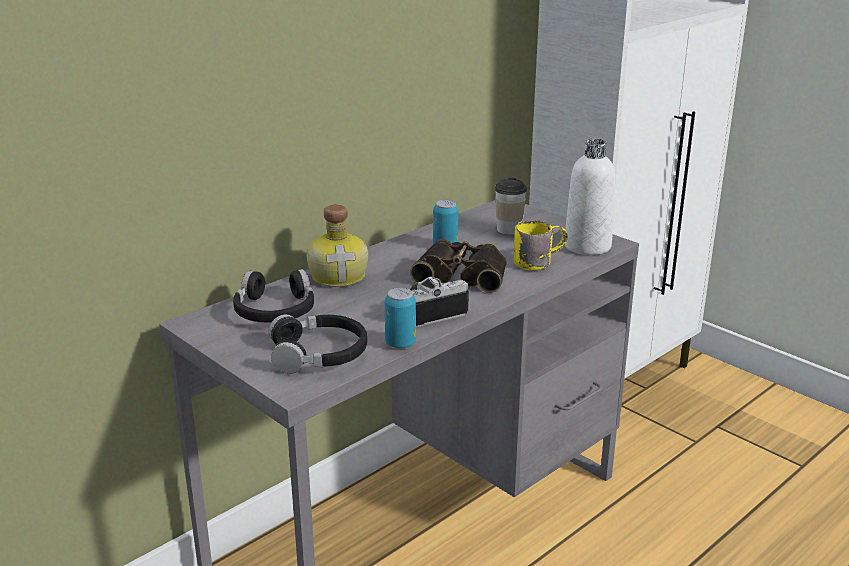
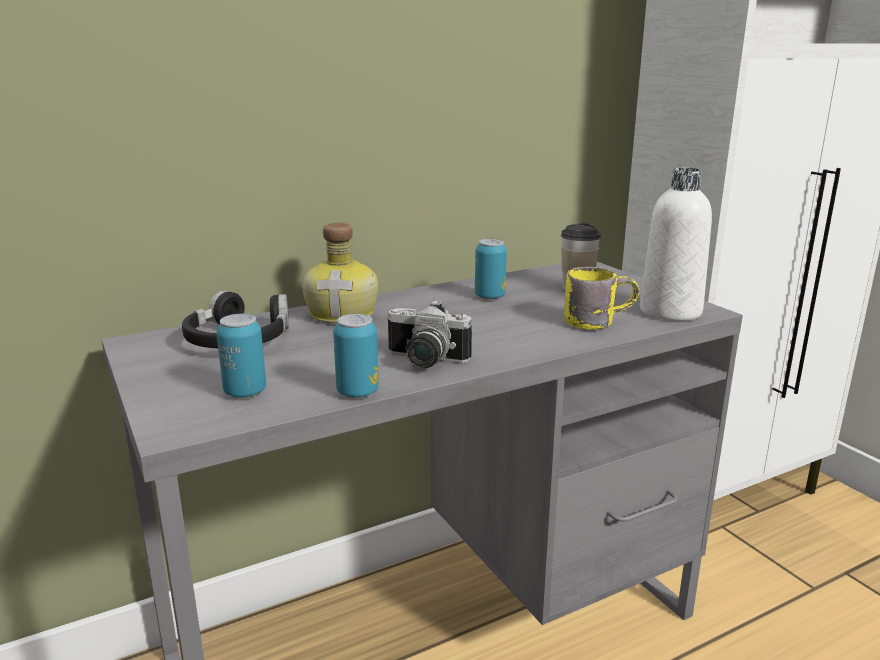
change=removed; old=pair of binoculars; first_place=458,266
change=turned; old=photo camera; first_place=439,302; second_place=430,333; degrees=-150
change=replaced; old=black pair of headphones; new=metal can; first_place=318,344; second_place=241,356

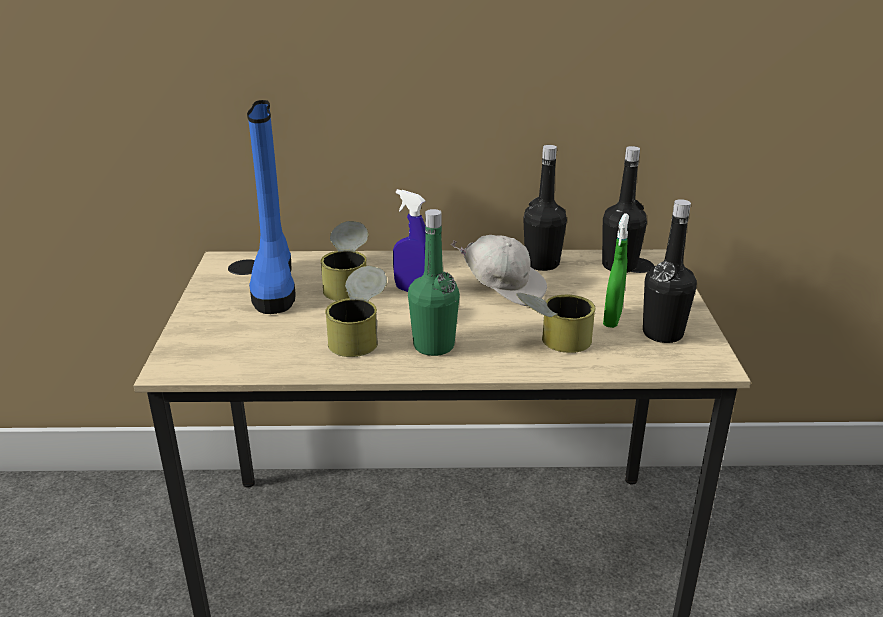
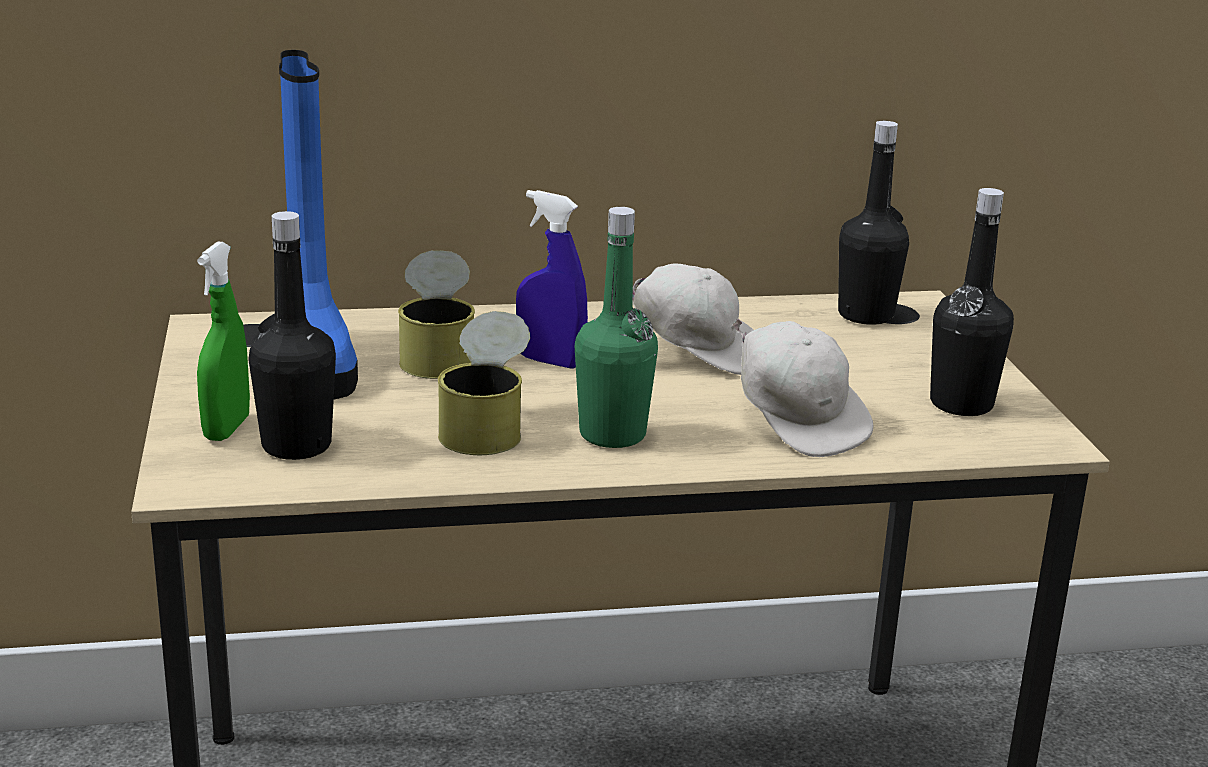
change=moved; old=black beverage bottle; first_place=545,208; second_place=292,335
change=moved; old=green sprayer; first_place=616,270; second_place=223,341
change=replaced; old=metal can; new=white-coloured peaked cap; first_place=555,323; second_place=802,387

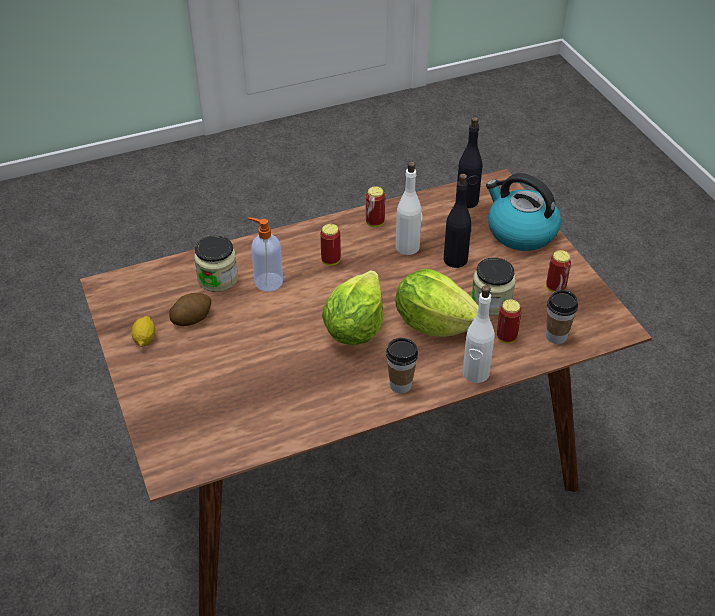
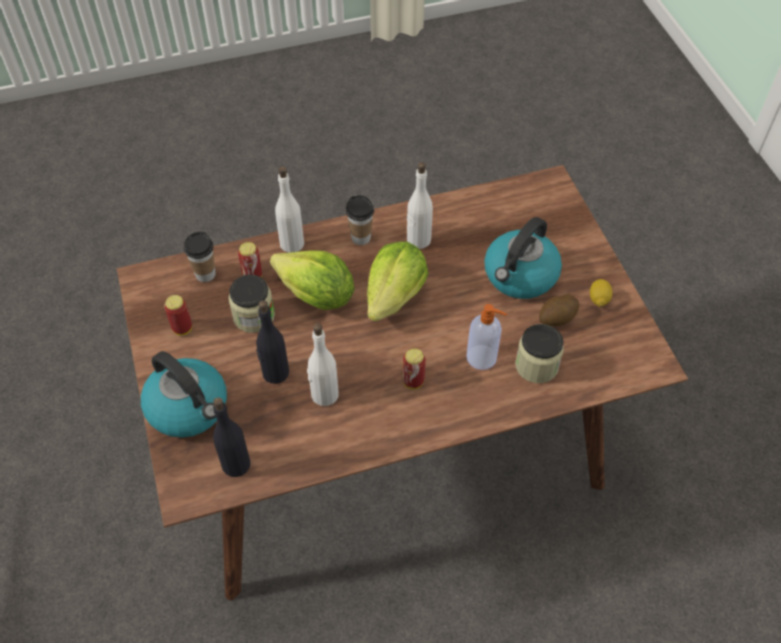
change=removed; old=metal can; first_place=375,206
change=added; new=white-coloured beverage bottle; second_place=420,205
change=added; new=tea kettle; second_place=523,258

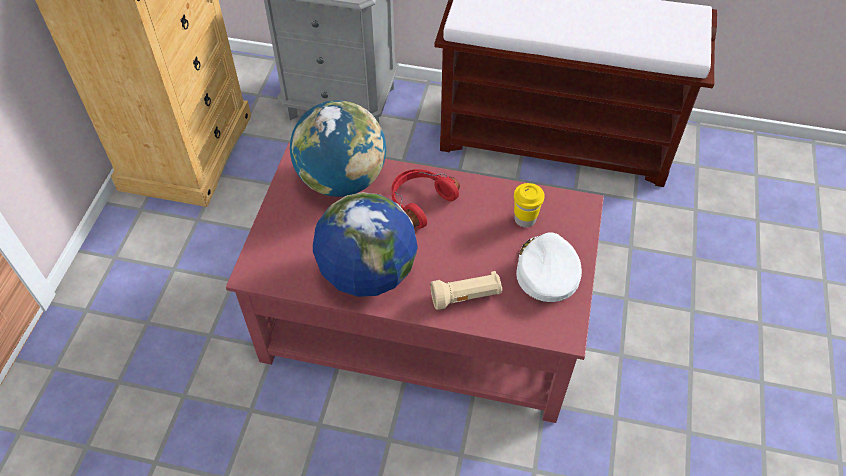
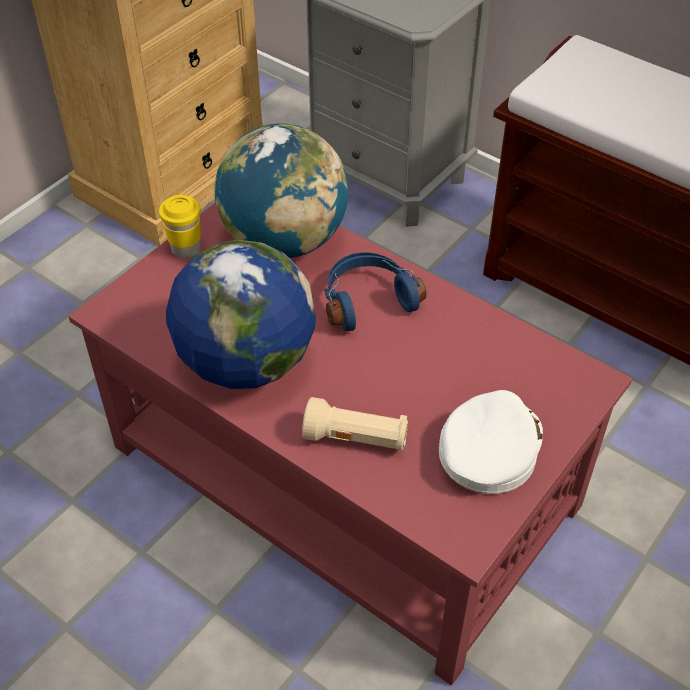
change=recoloured; old=red pair of headphones; new=blue pair of headphones; first_place=426,199; second_place=375,291
change=moved; old=yellow small cup; first_place=529,205; second_place=180,226

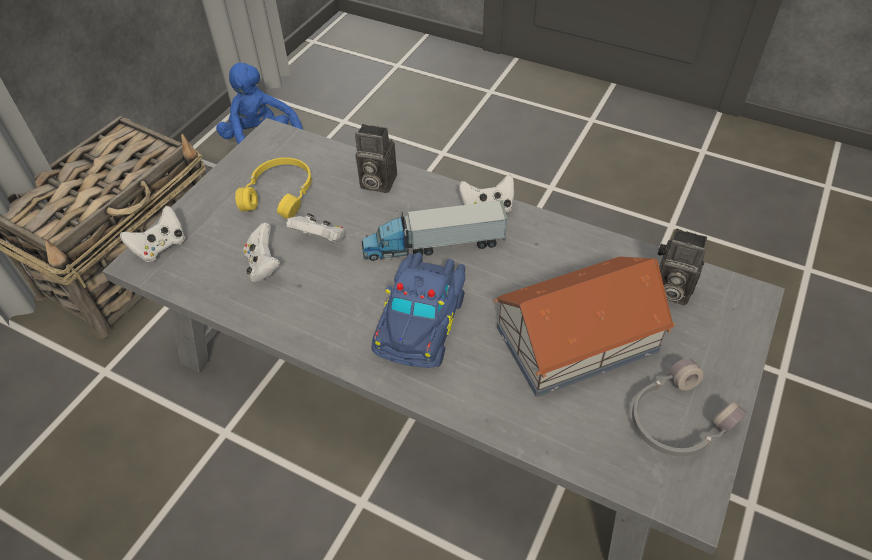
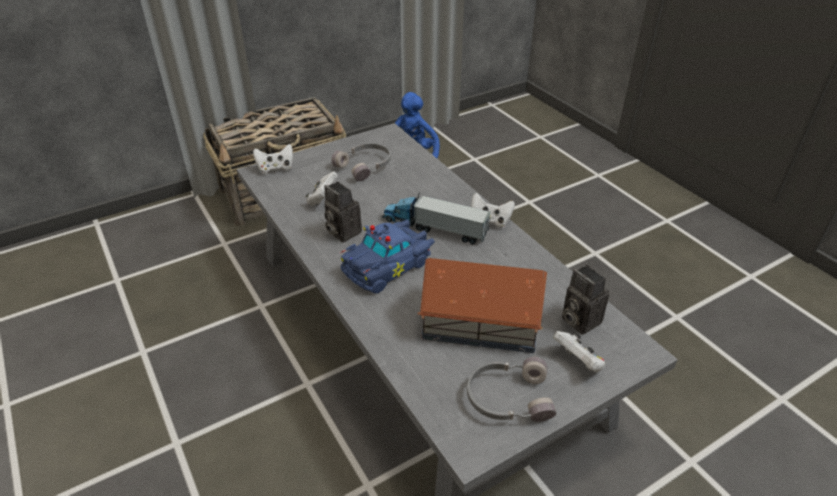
change=moved; old=photo camera; first_place=376,158; second_place=343,212
change=recoloured; old=yellow pair of headphones; new=grey pair of headphones; first_place=273,188; second_place=361,162
change=moved; old=white-coloured game controller; first_place=316,228; second_place=579,352

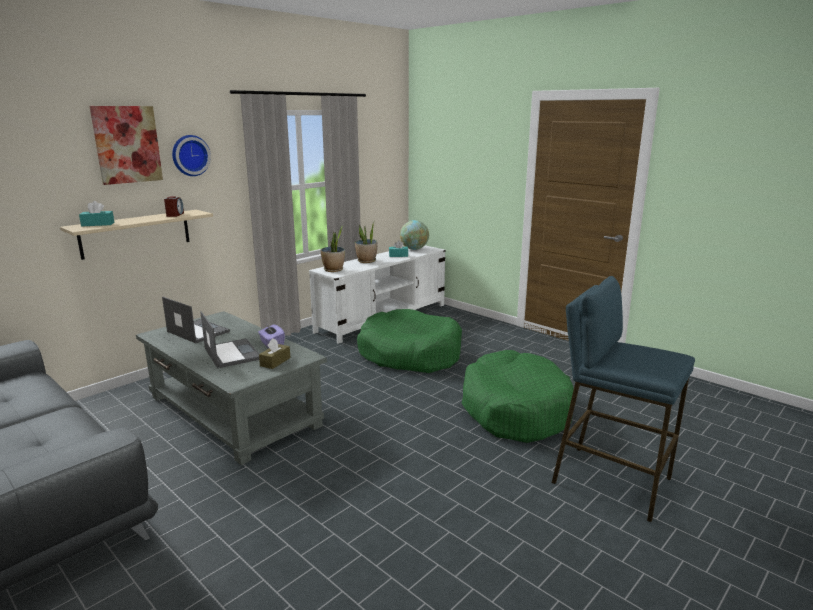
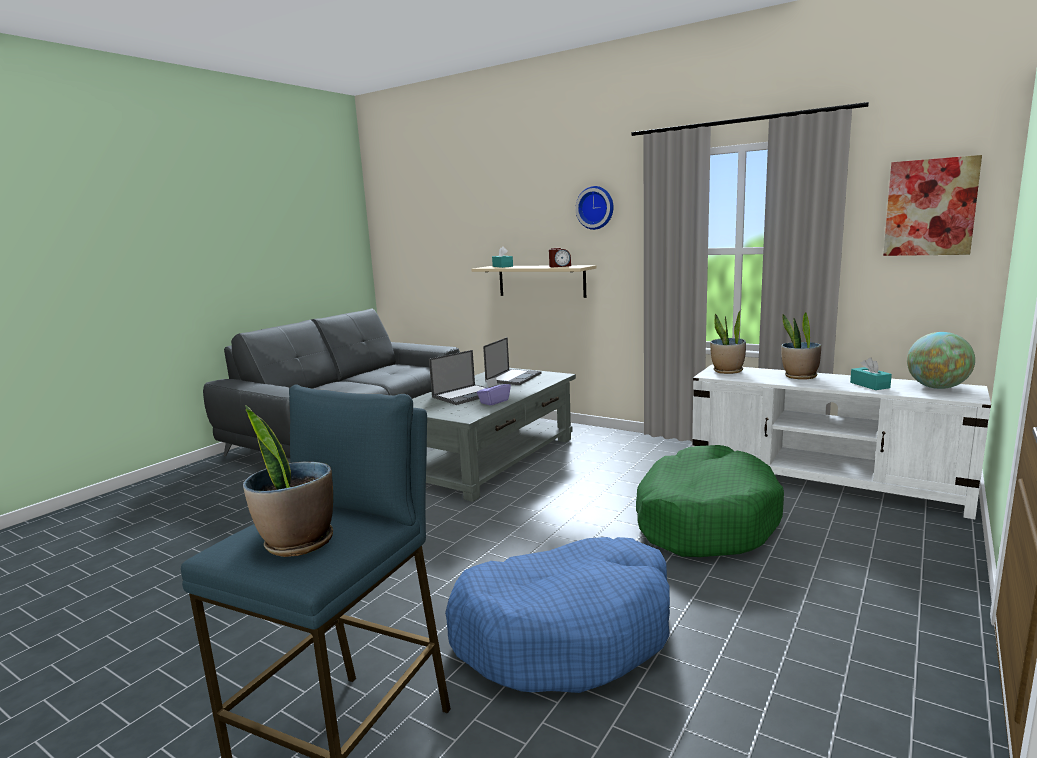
change=moved; old=wall art; first_place=126,145; second_place=932,205
change=removed; old=brown-coloured tissue holder; first_place=275,353
change=recoloured; old=green pet bed; new=blue pet bed; first_place=518,396; second_place=557,615
change=added; new=plant in a pot; second_place=288,481

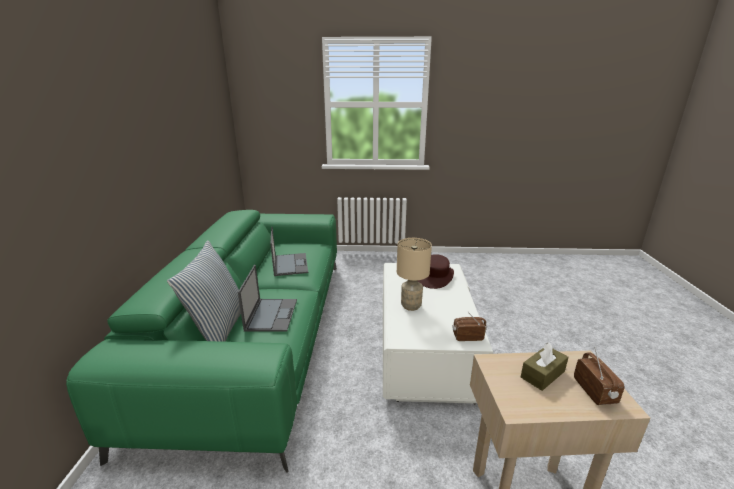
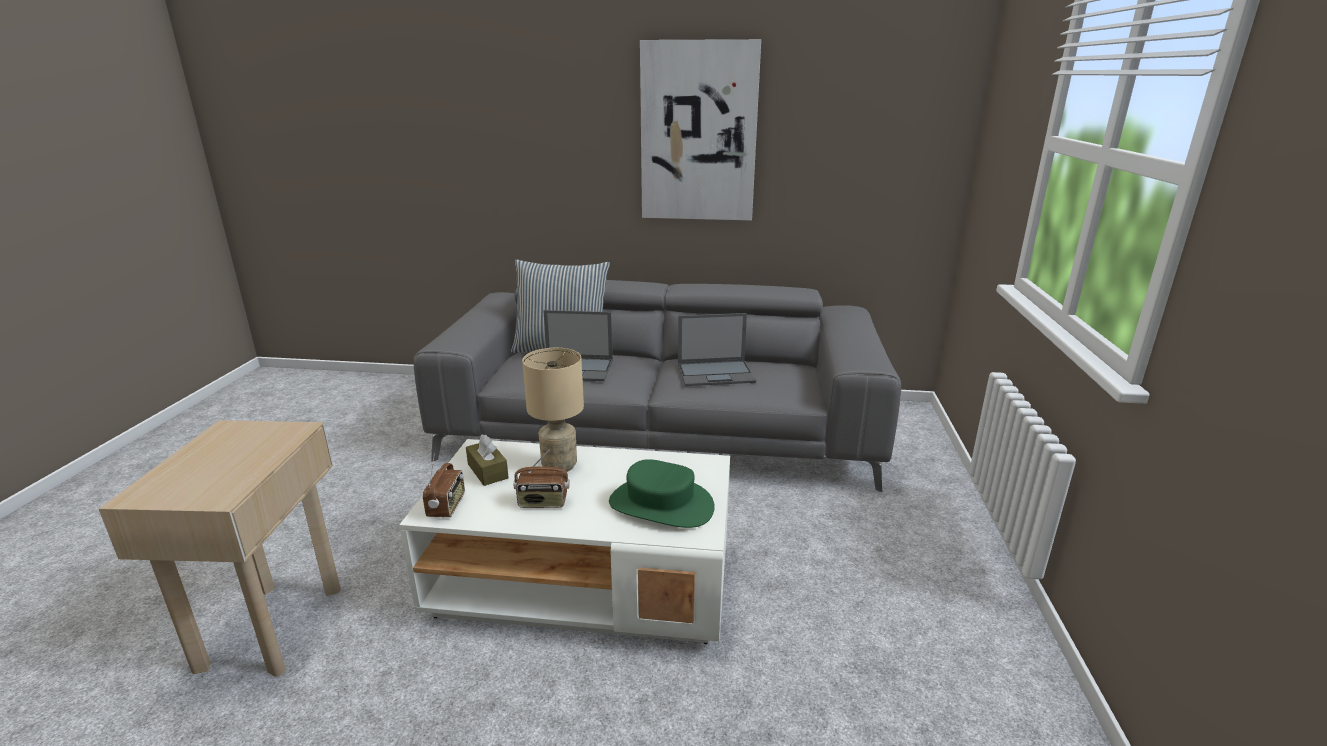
change=recoloured; old=green couch; new=grey couch; first_place=201,341; second_place=657,386
change=recoloured; old=brown-coloured hat; new=green hat; first_place=436,271; second_place=662,493
change=moved; old=brown-coloured tissue holder; first_place=545,367; second_place=487,460
change=moved; old=radio set; first_place=599,376; second_place=542,479
change=added; new=wall art; second_place=700,129

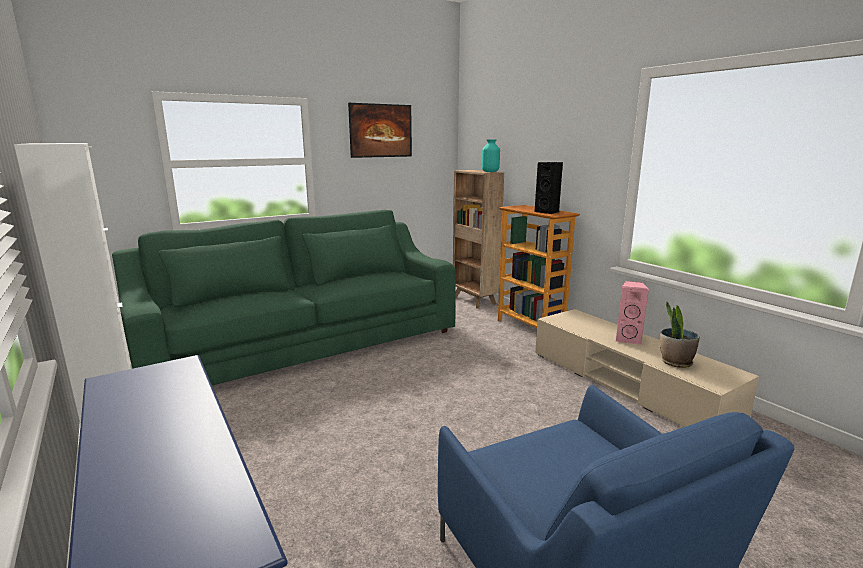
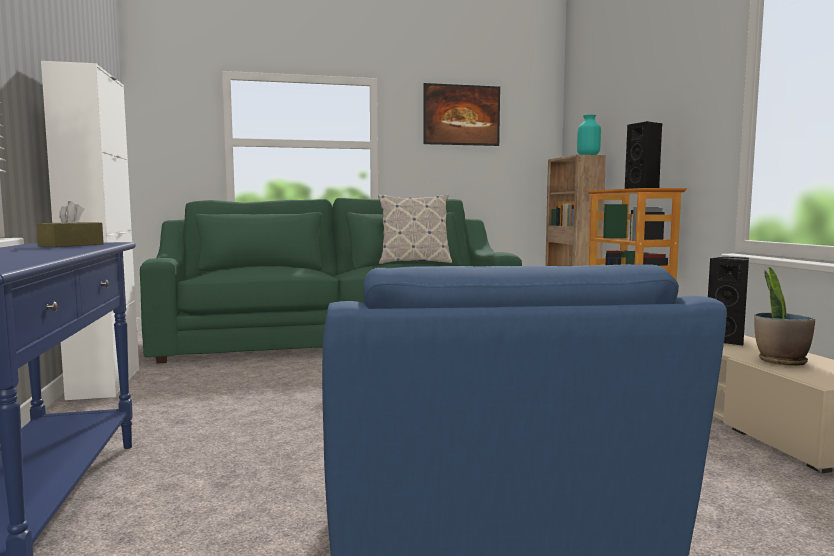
change=recoloured; old=pinkish audio speaker; new=black audio speaker; first_place=632,313; second_place=728,301
change=added; new=throw pillow; second_place=415,229
change=added; new=brown-coloured tissue holder; second_place=70,224

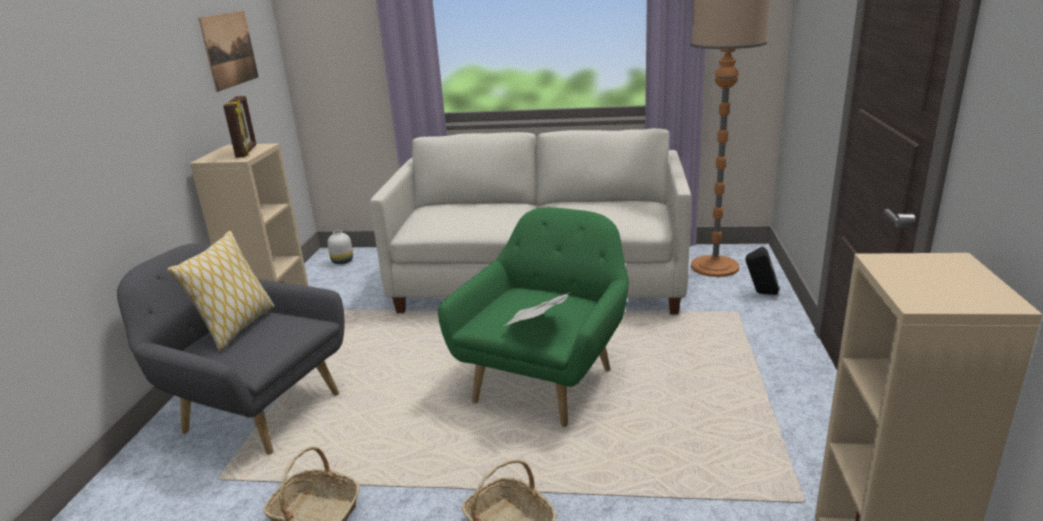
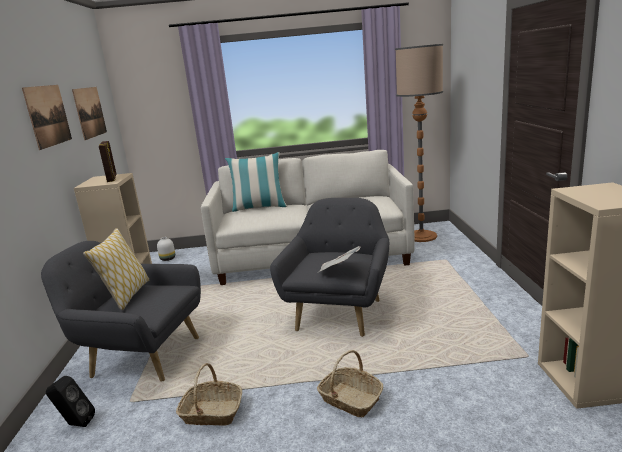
change=recoloured; old=green lounge chair; new=grey lounge chair; first_place=533,317; second_place=330,267
change=moved; old=black audio speaker; first_place=763,271; second_place=70,401
change=added; new=wall art; second_place=47,117
change=added; new=throw pillow; second_place=256,182

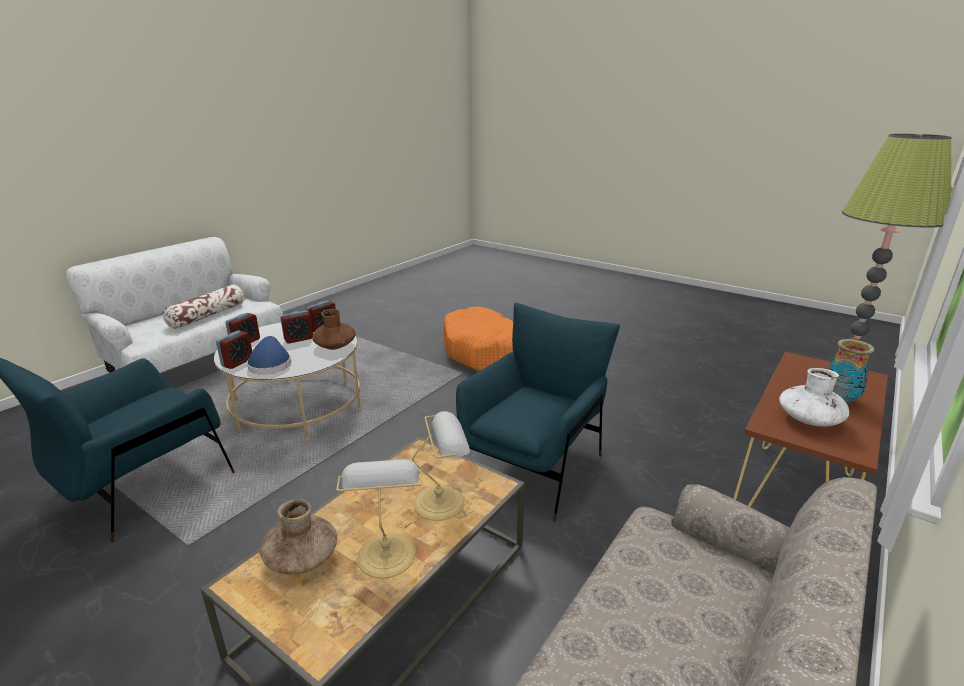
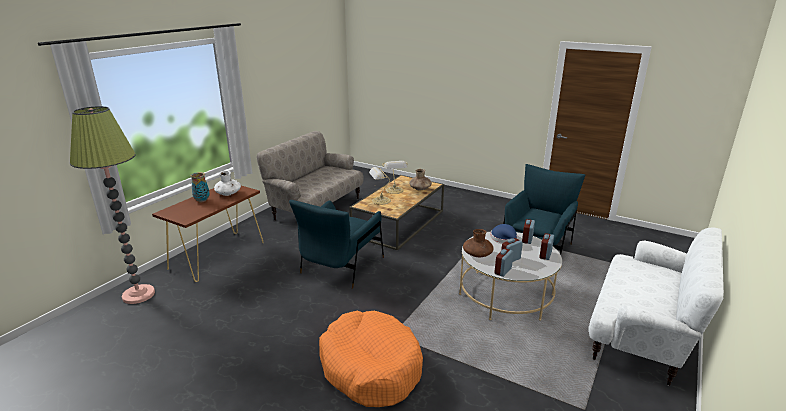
change=removed; old=throw pillow; first_place=203,306

